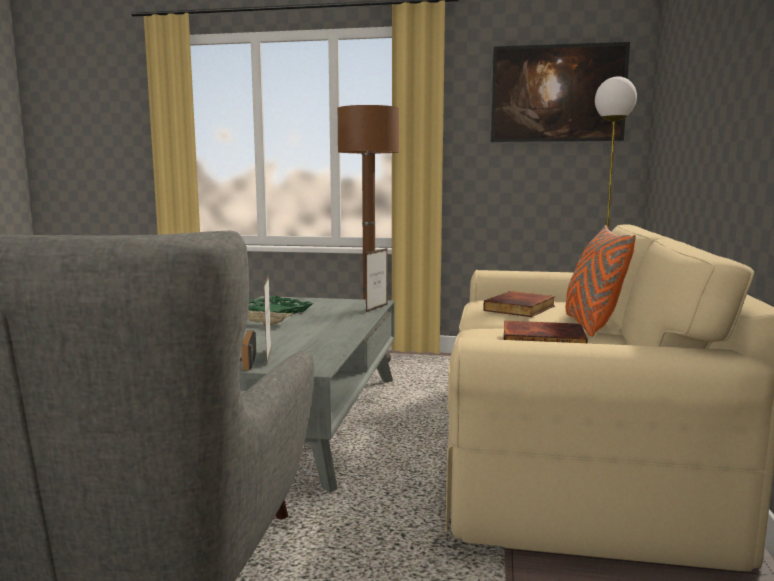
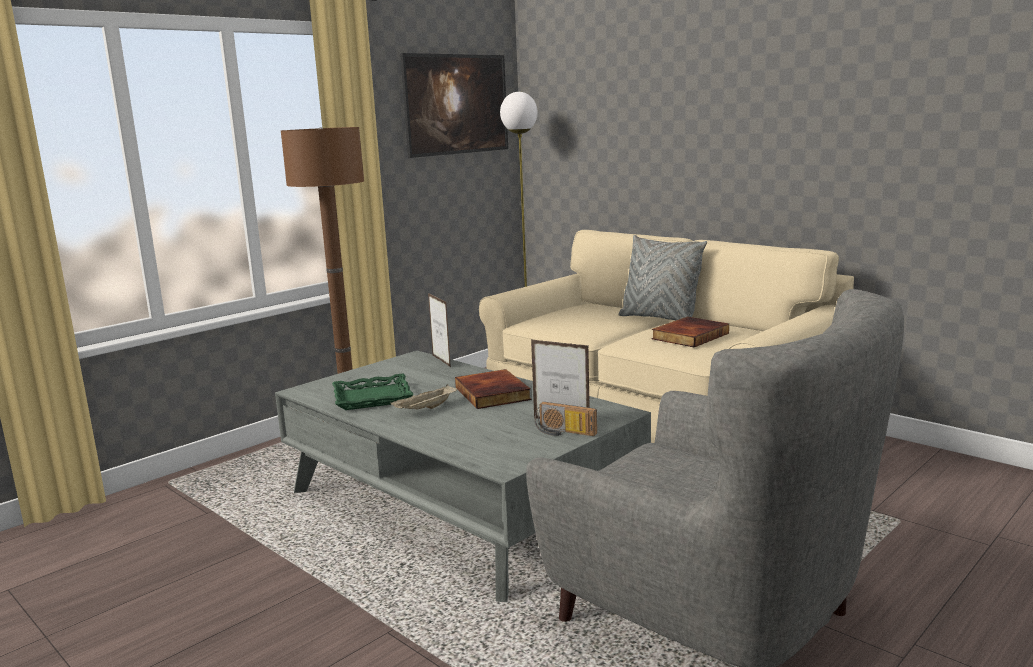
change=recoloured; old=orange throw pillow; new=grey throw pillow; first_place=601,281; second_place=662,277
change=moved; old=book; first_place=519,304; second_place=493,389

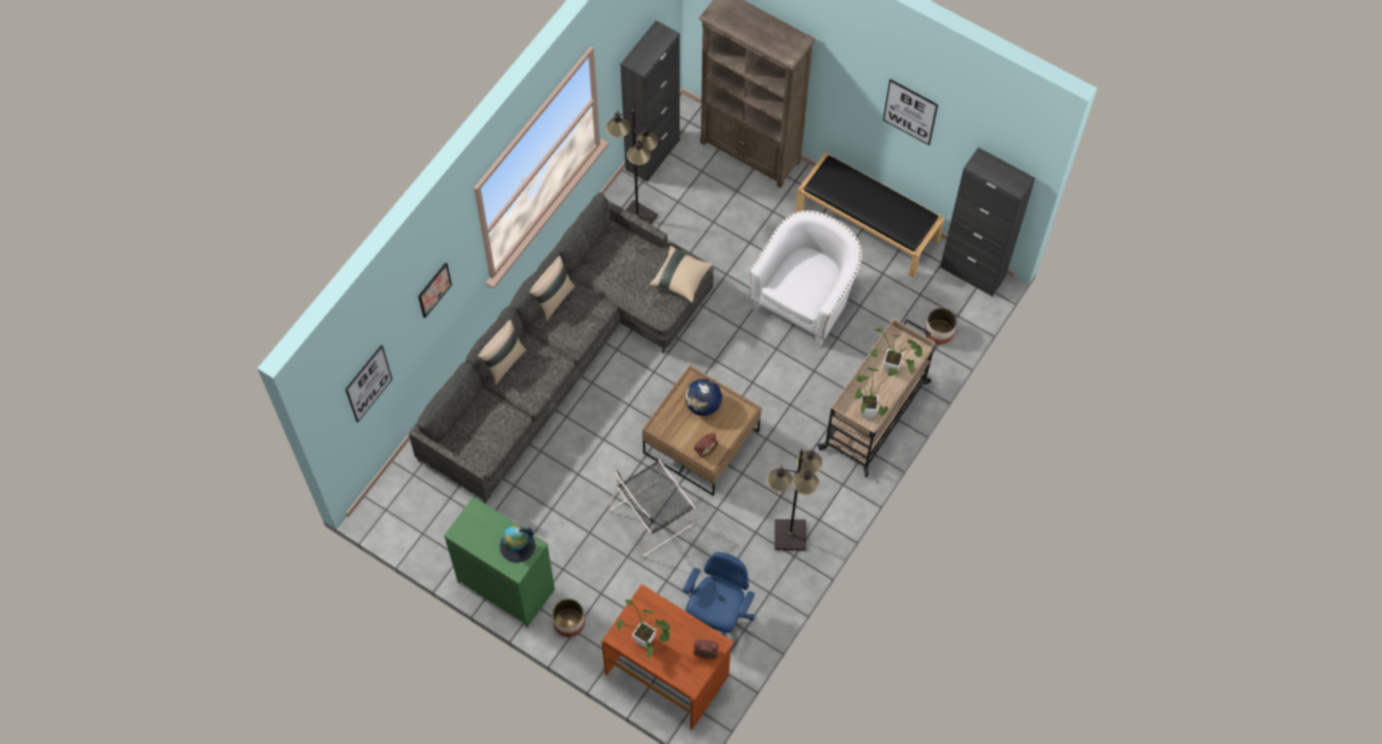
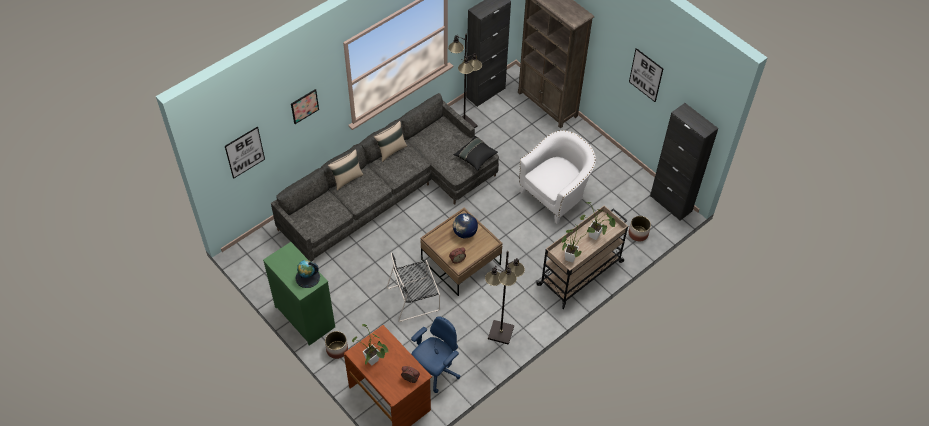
change=removed; old=black indoor bench; first_place=870,215
change=recoloured; old=beige throw pillow; new=black throw pillow; first_place=681,274; second_place=476,153

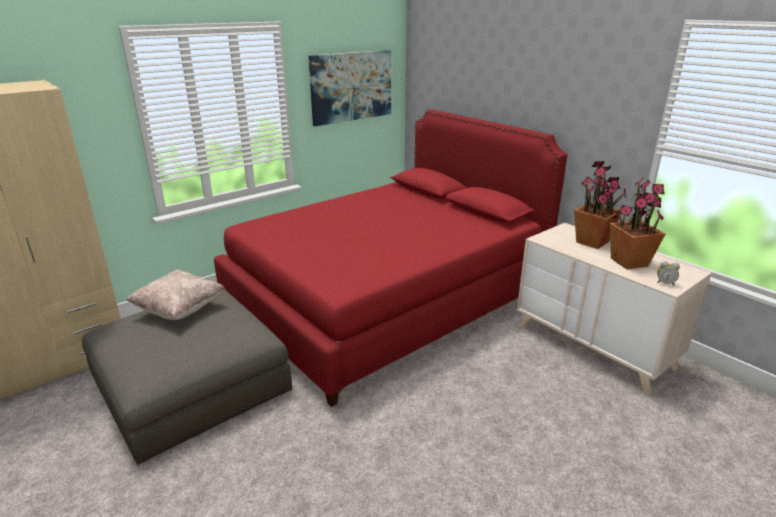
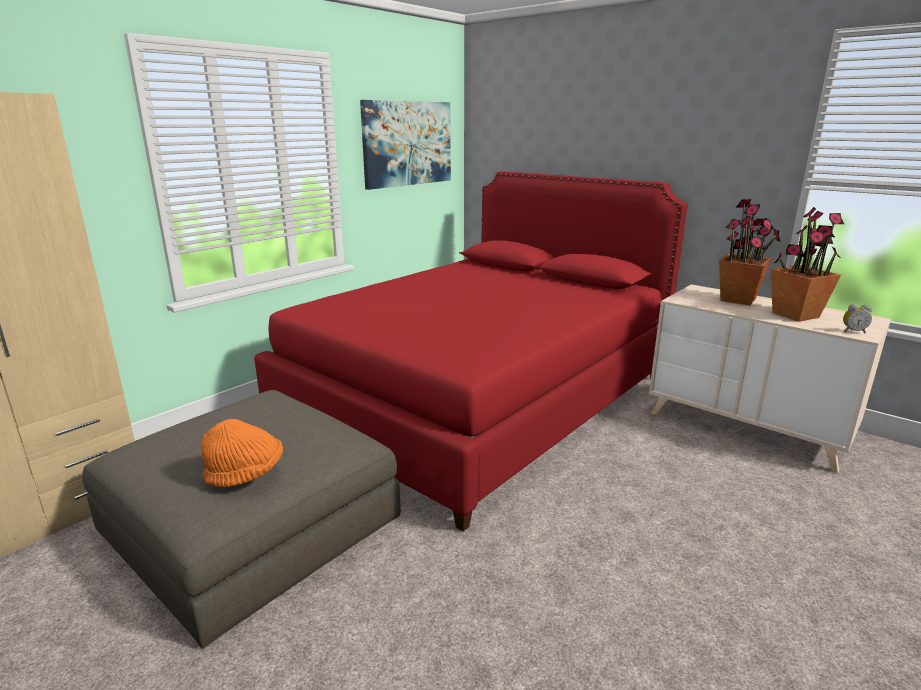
change=removed; old=beige throw pillow; first_place=175,295
change=added; new=orange hat; second_place=242,453

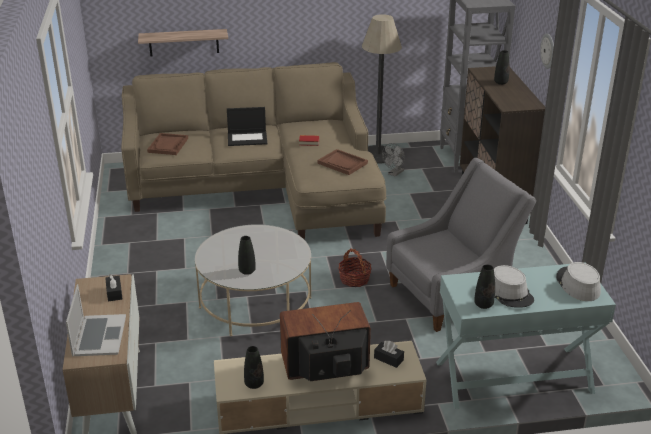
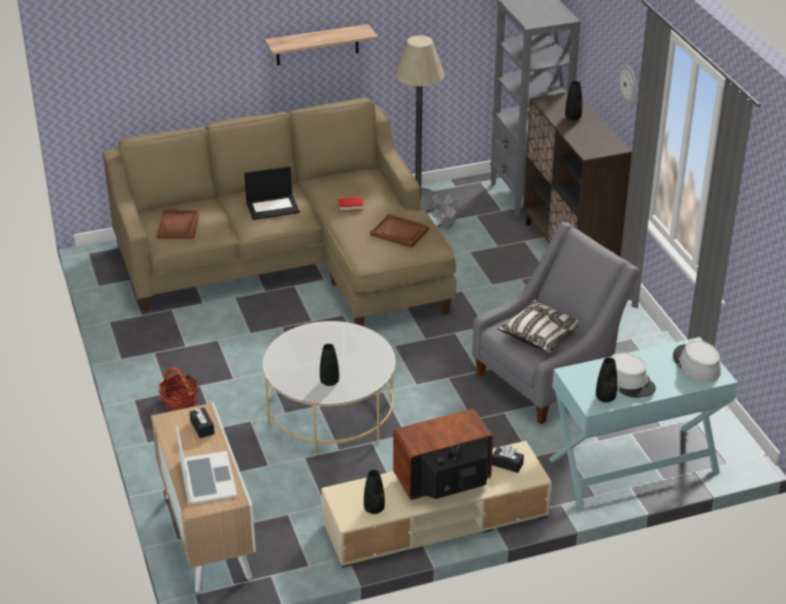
change=moved; old=bracket shelf; first_place=183,43; second_place=321,45
change=moved; old=storage basket; first_place=355,267; second_place=179,388
change=added; new=throw pillow; second_place=539,326

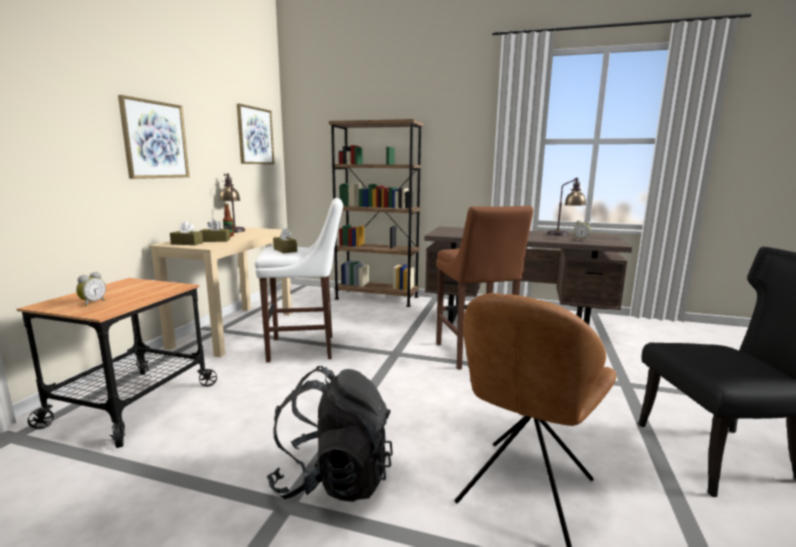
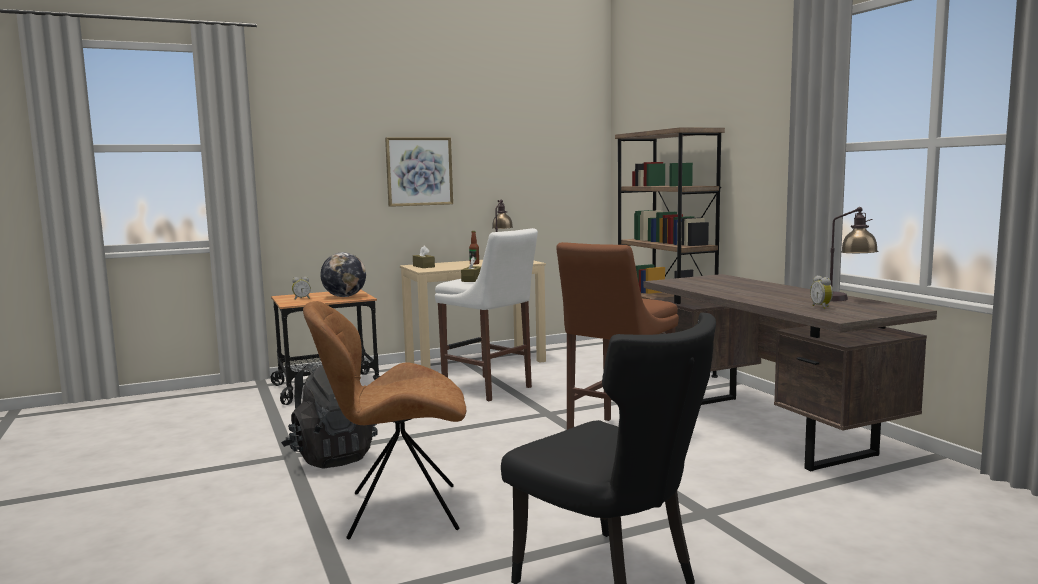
change=removed; old=wall art; first_place=256,134
change=removed; old=brown-coloured tissue holder; first_place=214,230
change=added; new=world globe; second_place=343,274

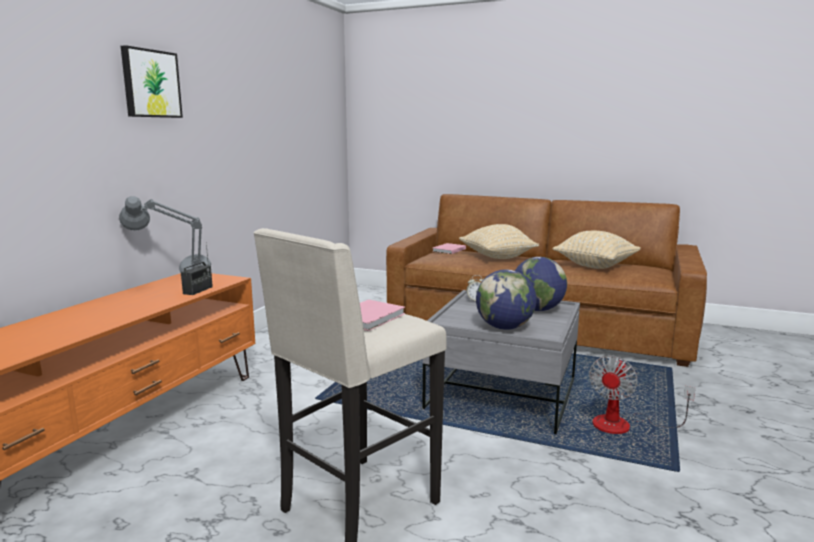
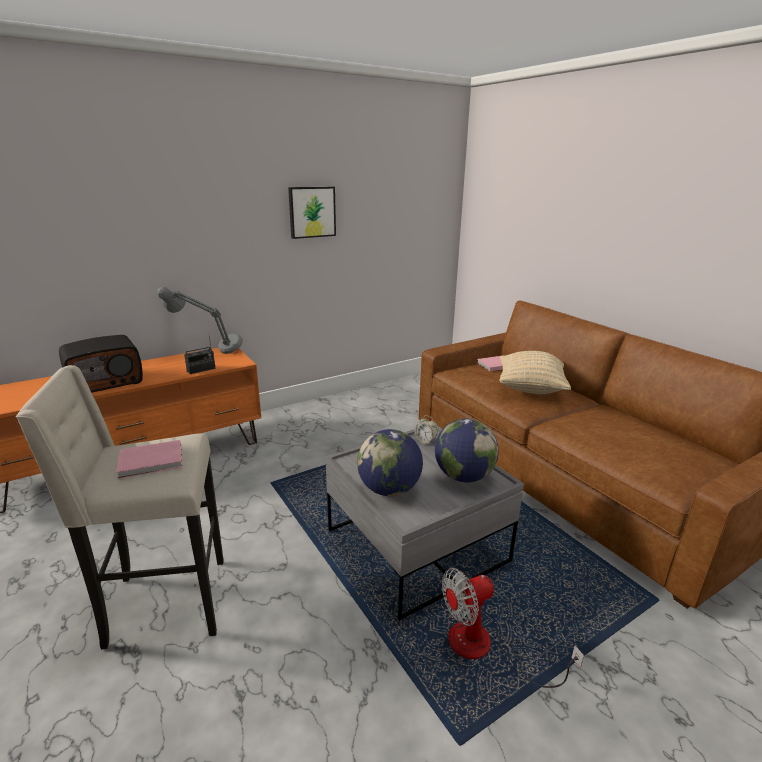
change=moved; old=wall art; first_place=152,81; second_place=312,213
change=removed; old=beige throw pillow; first_place=597,250
change=added; new=radio set; second_place=101,364

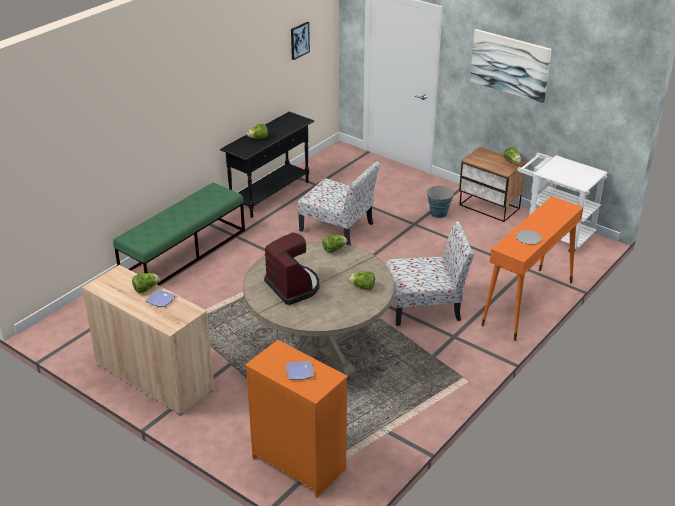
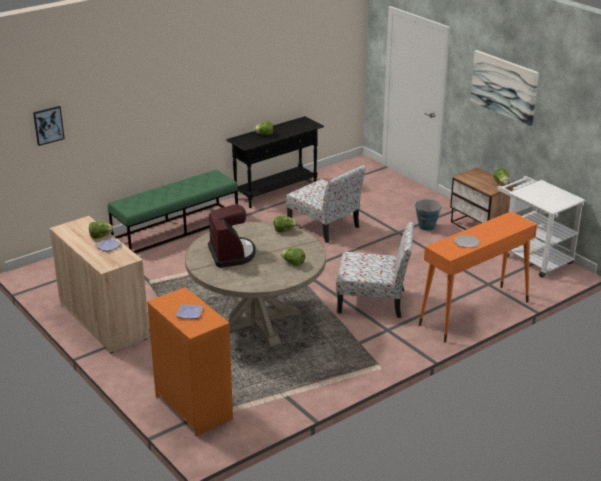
change=moved; old=wall art; first_place=300,41; second_place=49,126

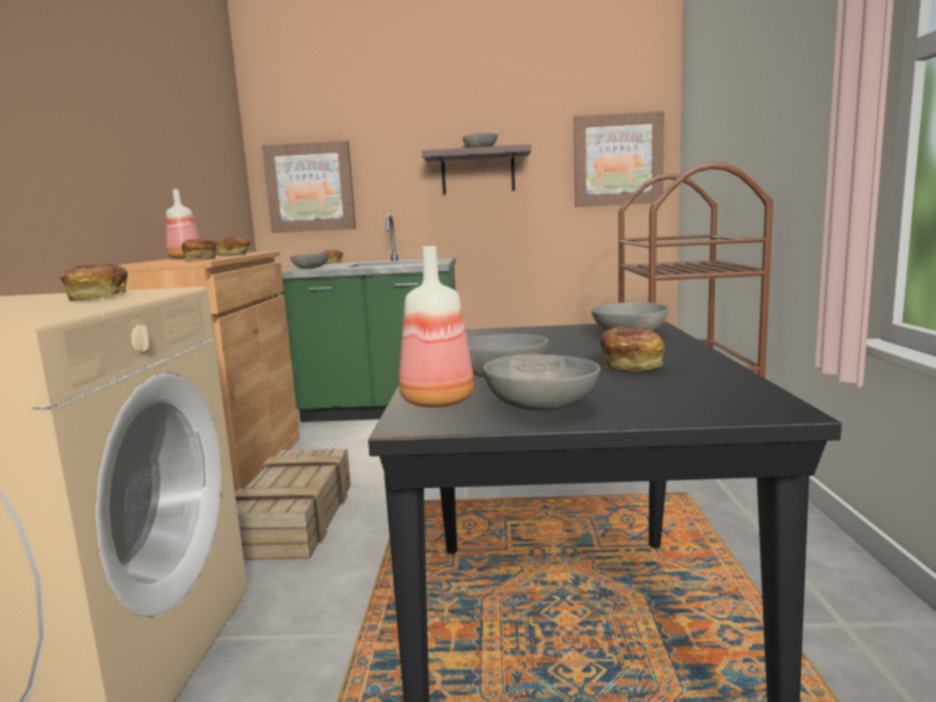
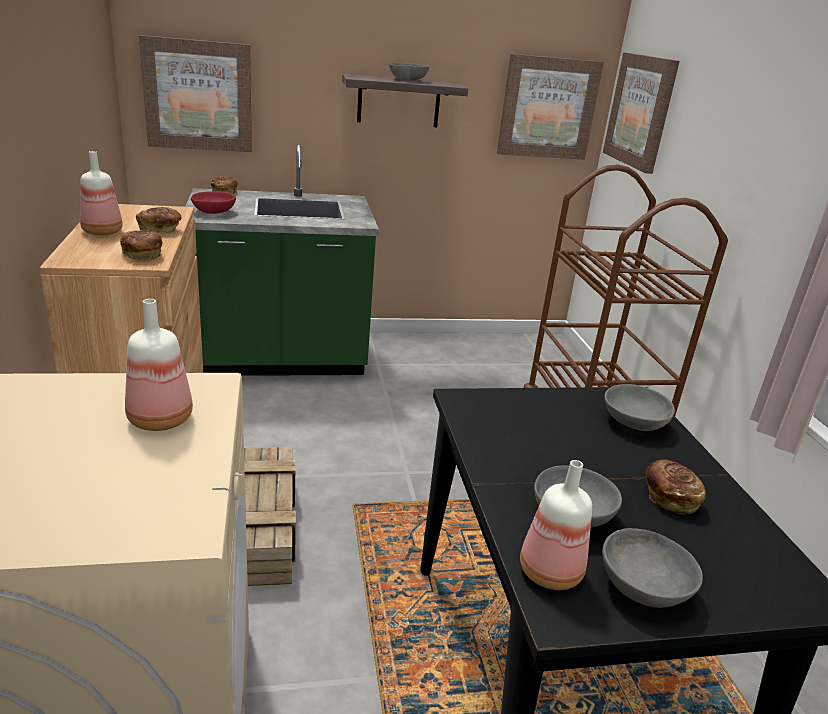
change=recoloured; old=grey deep dish; new=red deep dish; first_place=309,261; second_place=213,202
change=replaced; old=baked bread; new=beverage bottle; first_place=94,282; second_place=159,365
change=added; new=wall art; second_place=641,113

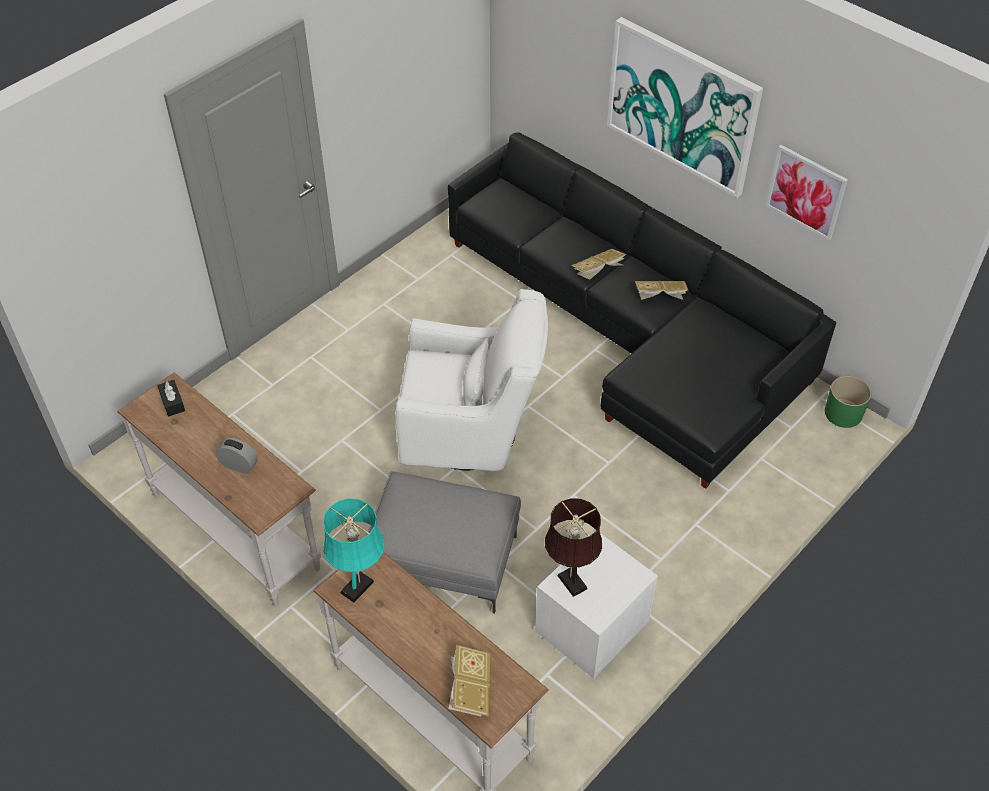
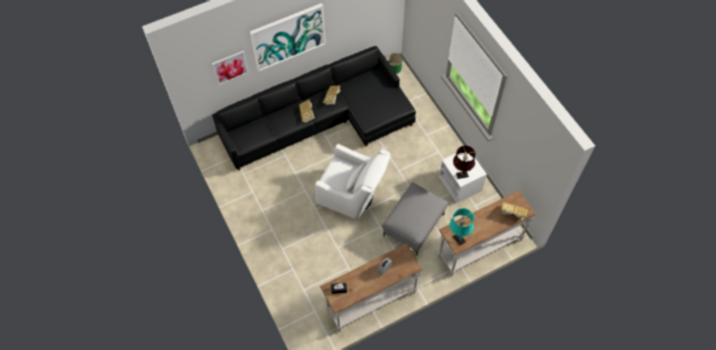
change=moved; old=wall art; first_place=807,192; second_place=230,68
change=turned; old=white-coloured lounge chair; first_place=471,380; second_place=352,181; degrees=90

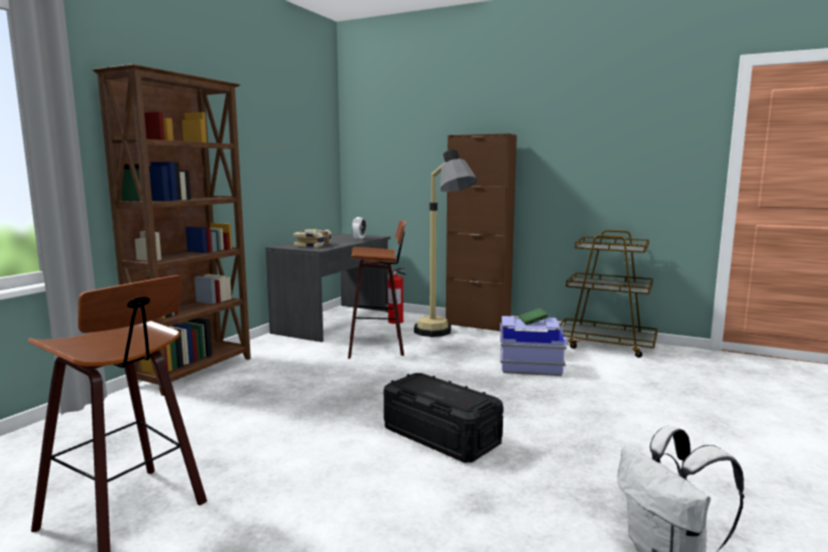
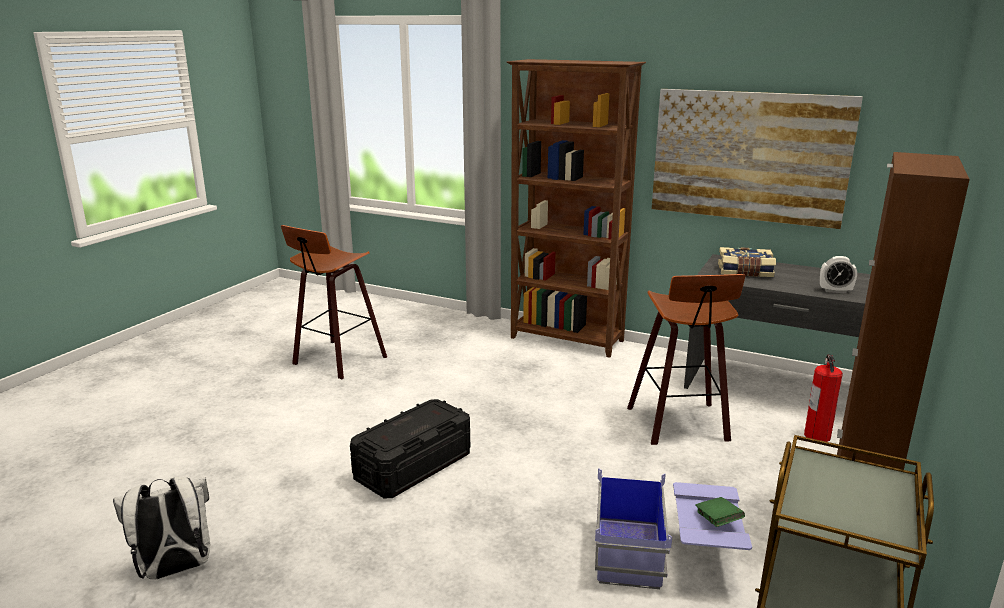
change=removed; old=standard lamp; first_place=445,243
change=added; new=wall art; second_place=757,159

